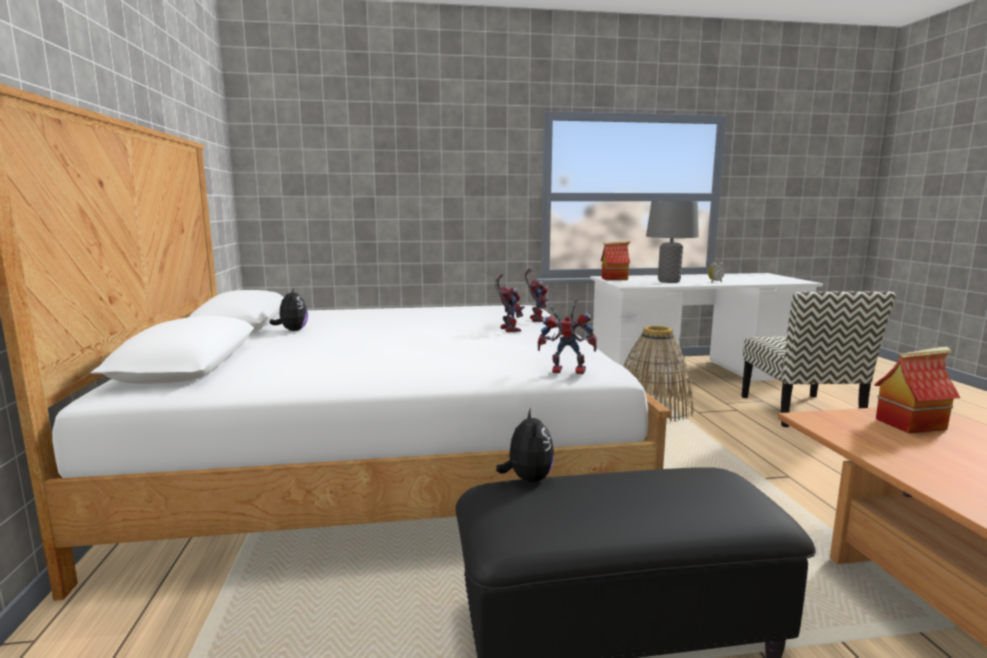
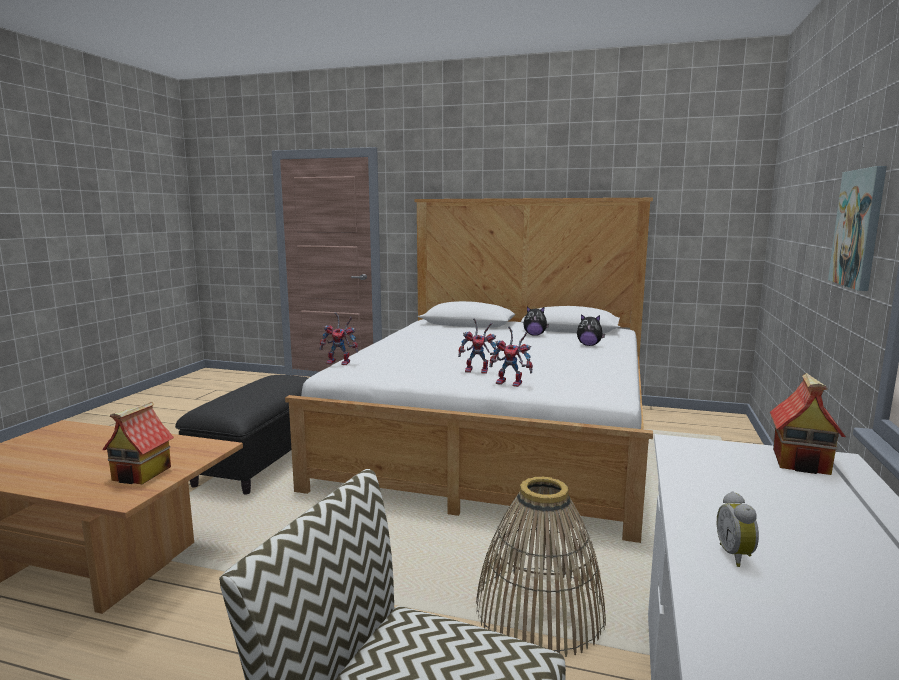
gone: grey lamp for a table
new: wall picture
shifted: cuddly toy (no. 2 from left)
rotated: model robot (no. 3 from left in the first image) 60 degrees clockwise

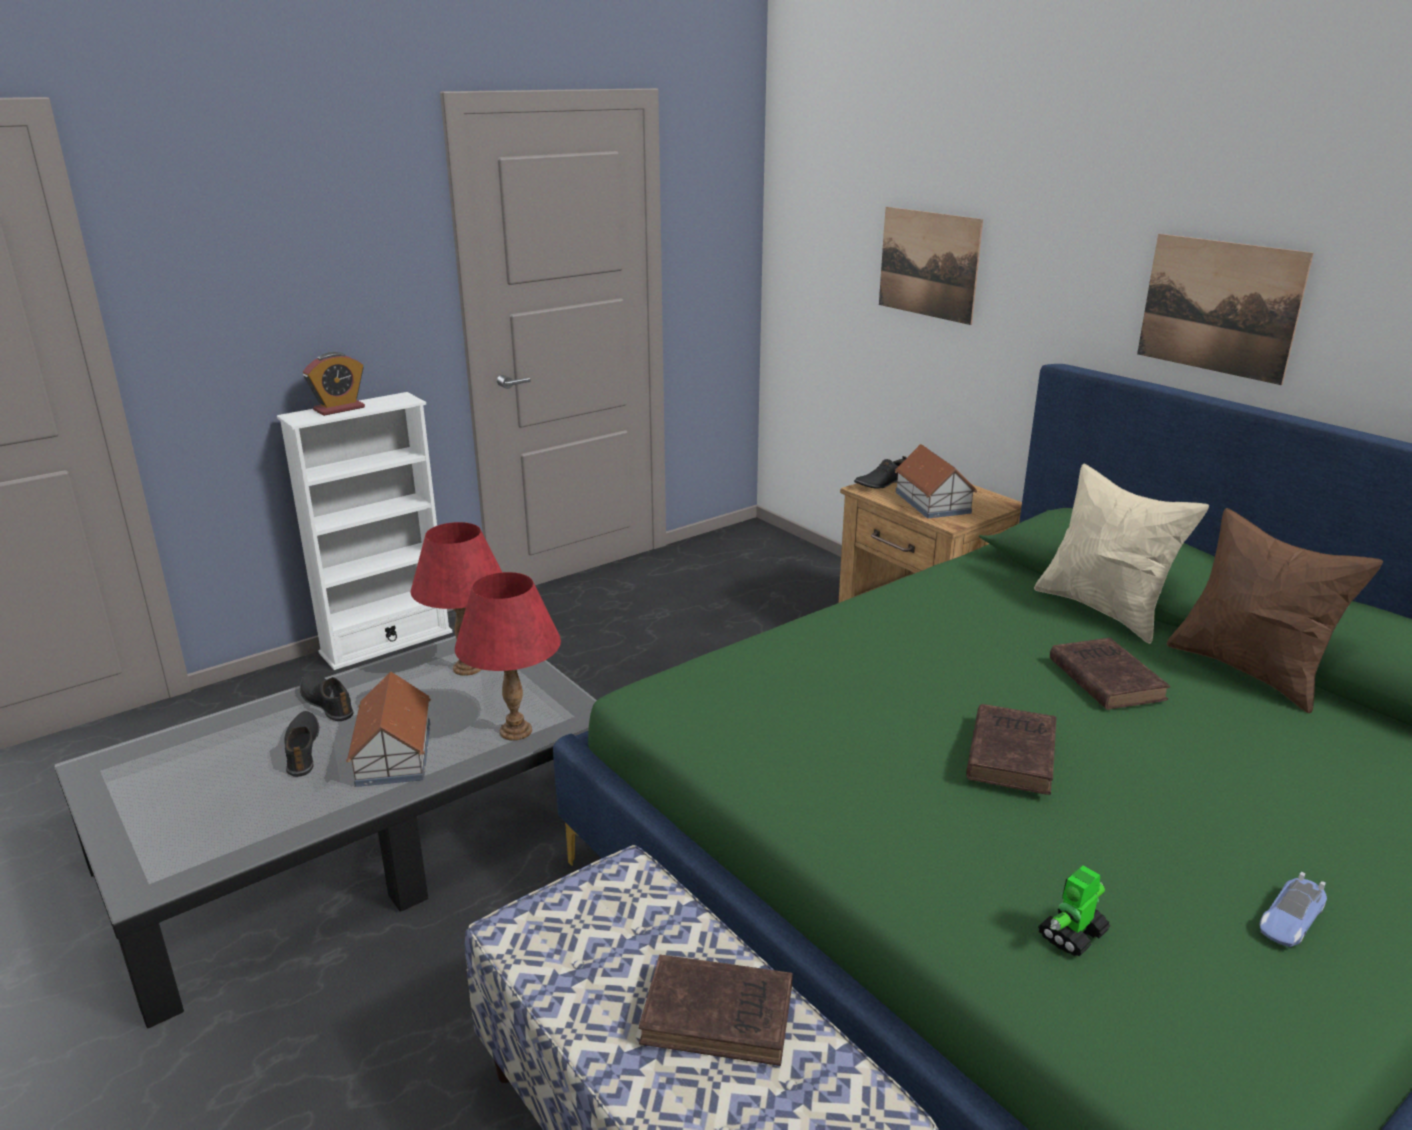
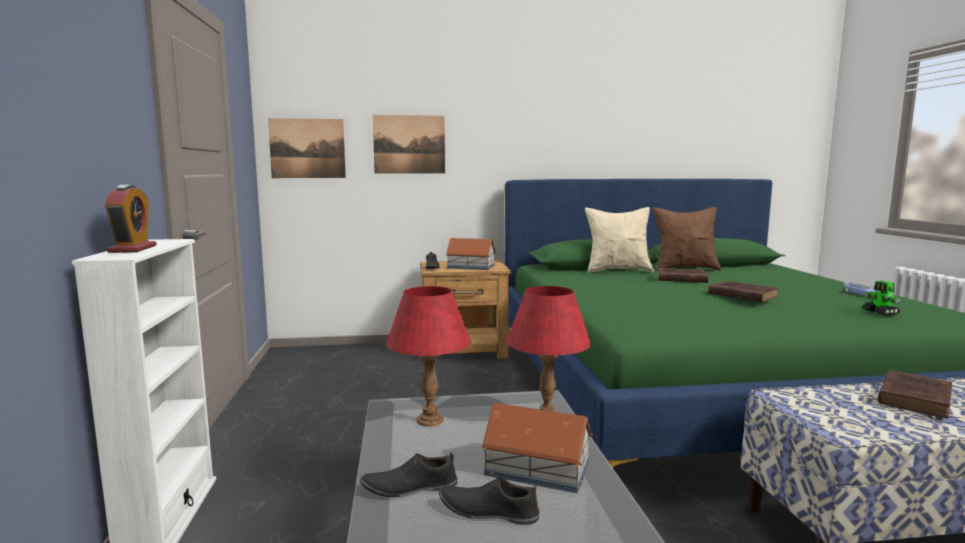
shifted: wall picture (no. 2 from left in the first image) to wall picture (no. 1 from left)

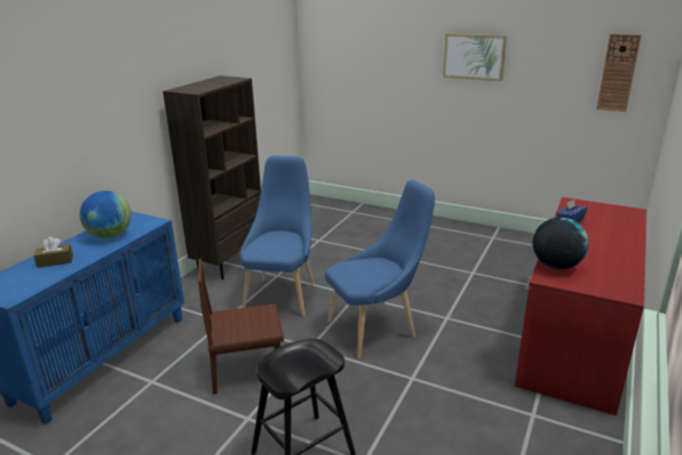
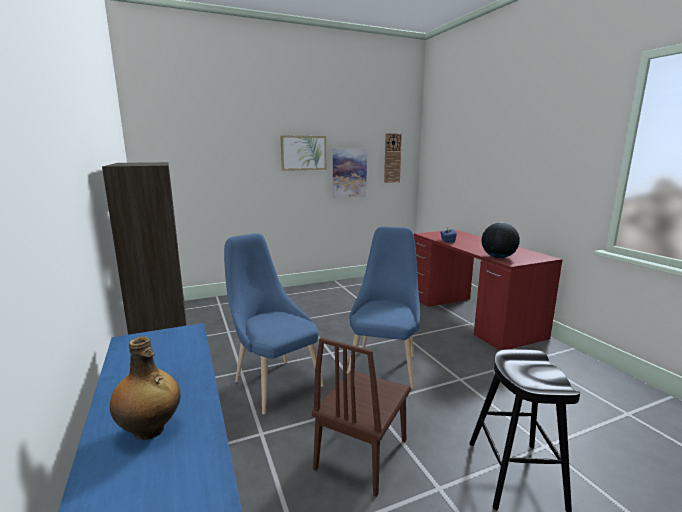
gone: globe (no. 1 from left)
new: wall picture (no. 2 from left)
swapped: brownish tissue holder to bottle

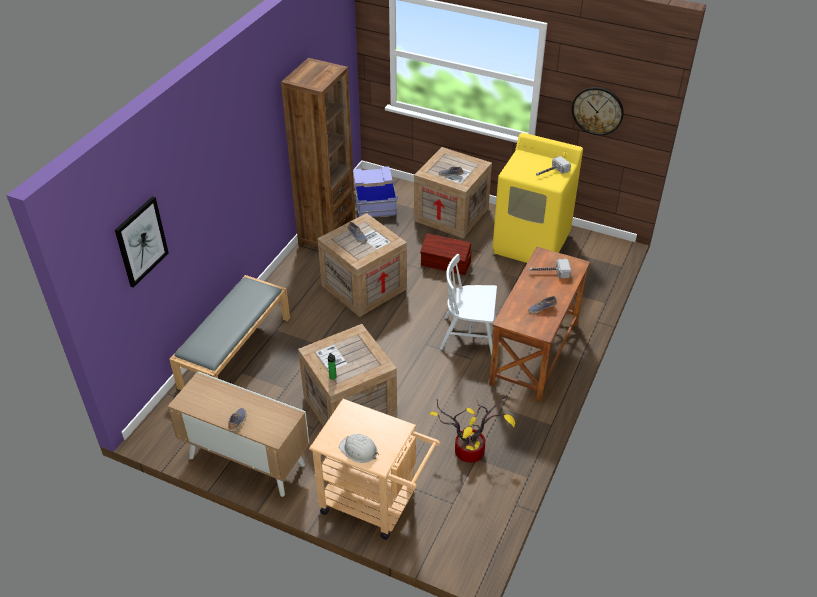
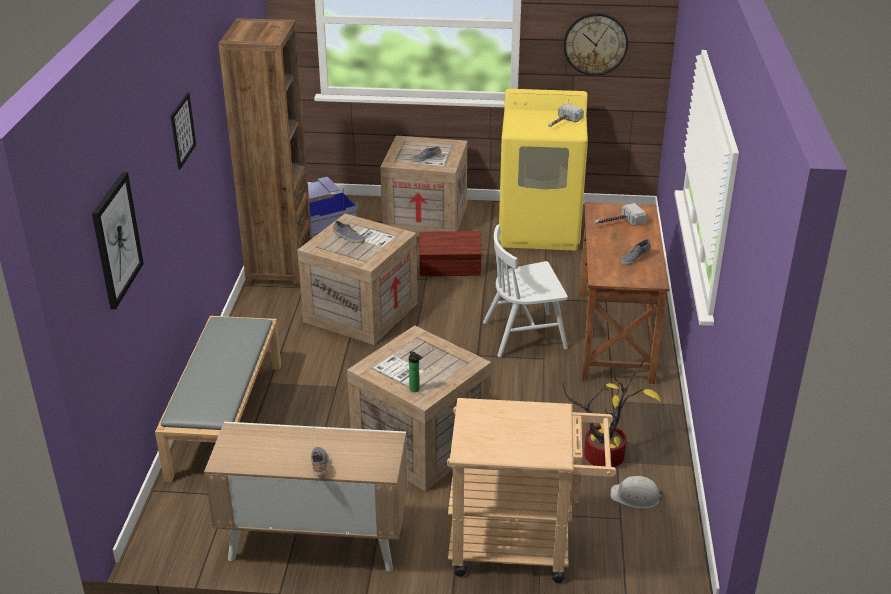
new: wall picture (no. 2 from left)
shifted: whitish safety helmet

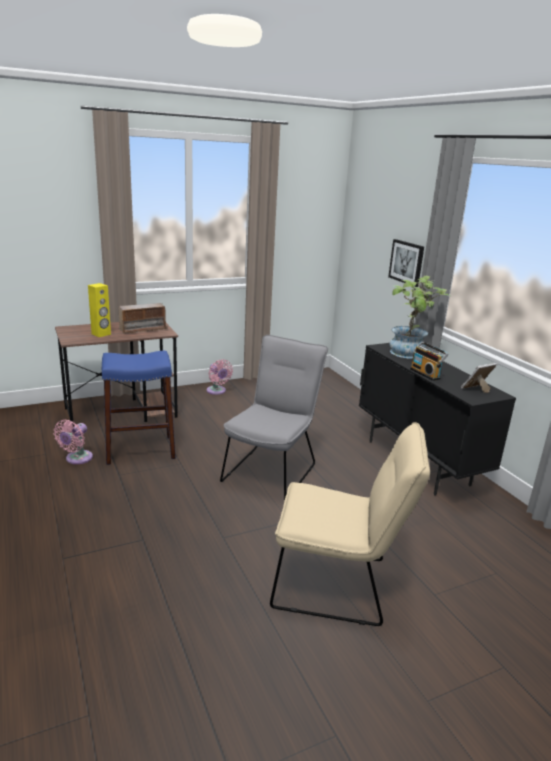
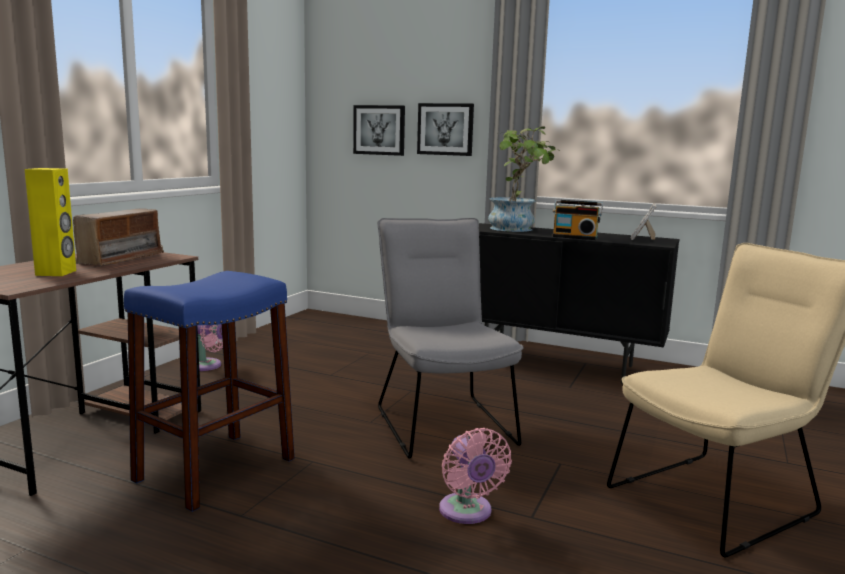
new: wall picture (no. 1 from left)
shifted: pinkish electric fan (no. 1 from left in the first image) to pinkish electric fan (no. 2 from left)

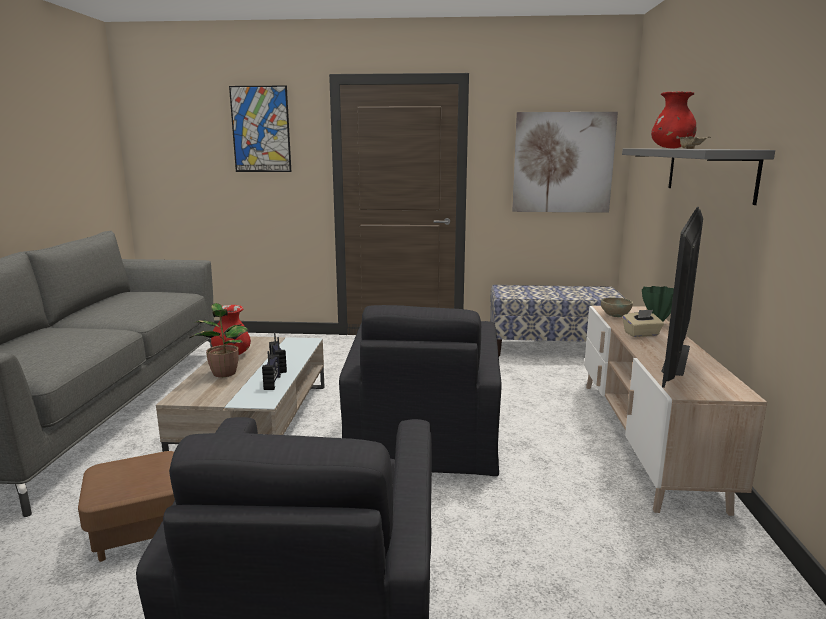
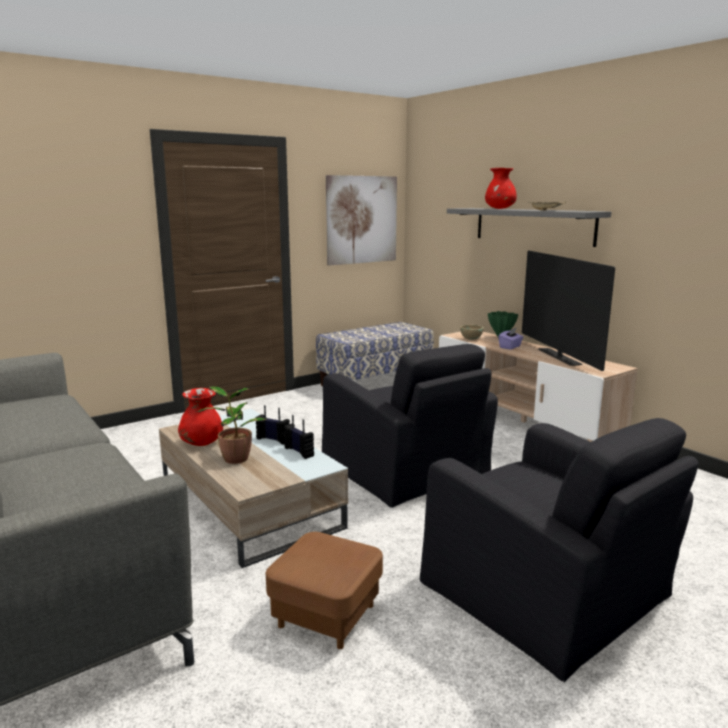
gone: wall picture (no. 1 from left)
repainted: beige tissue holder to purple-coloured tissue holder

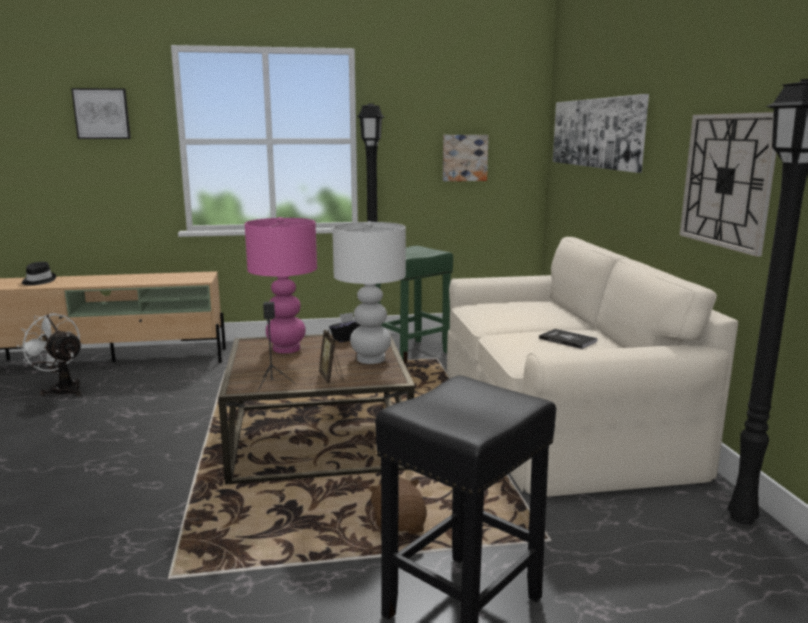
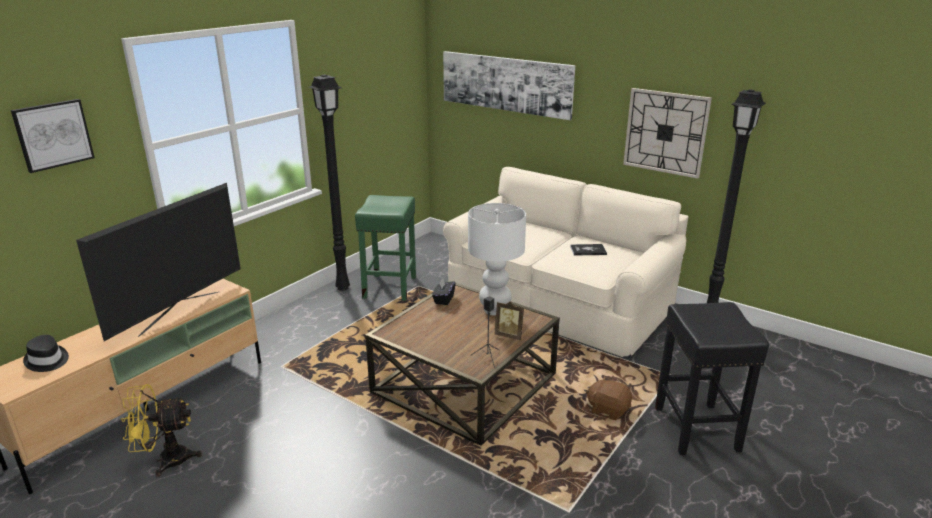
gone: wall picture (no. 2 from left); pinkish lamp for a table
new: television
repainted: whitish electric fan to yellowish electric fan

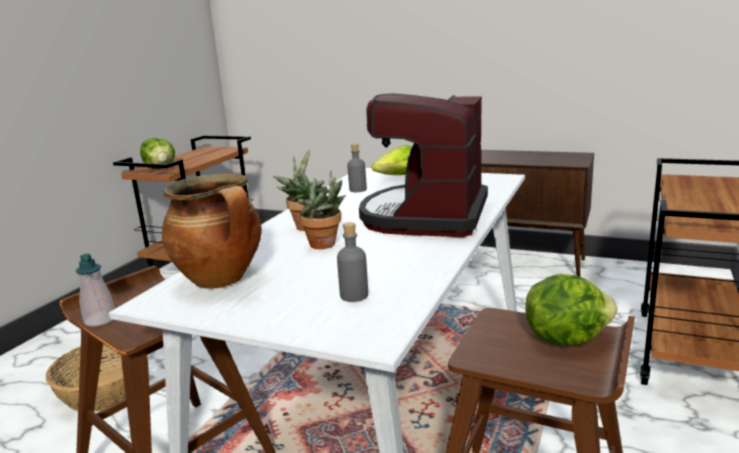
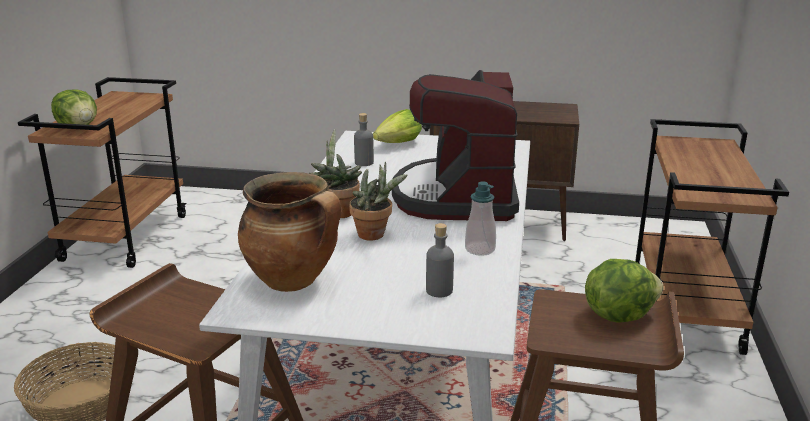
shifted: liquid soap bottle

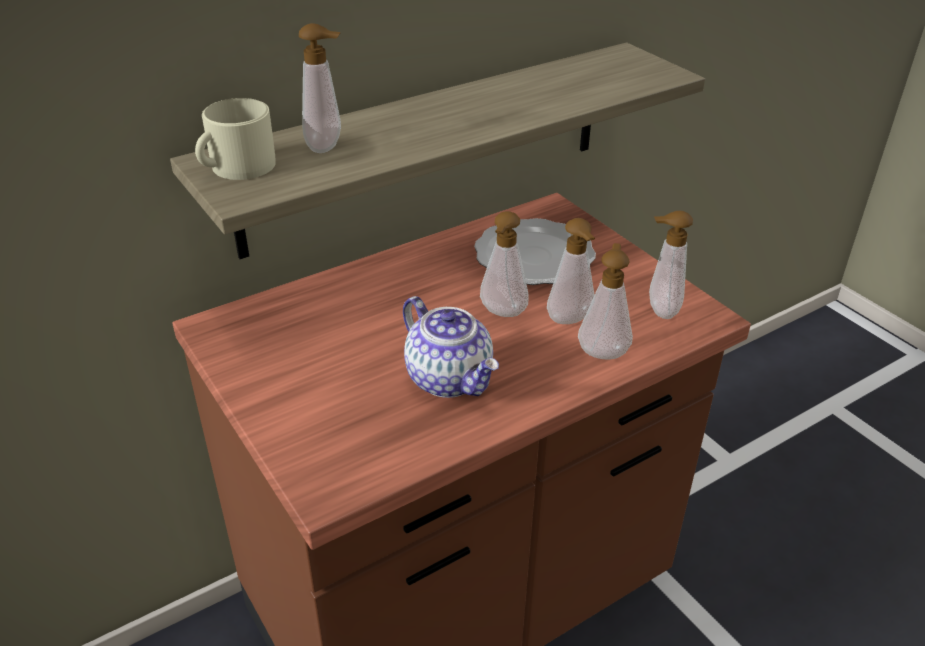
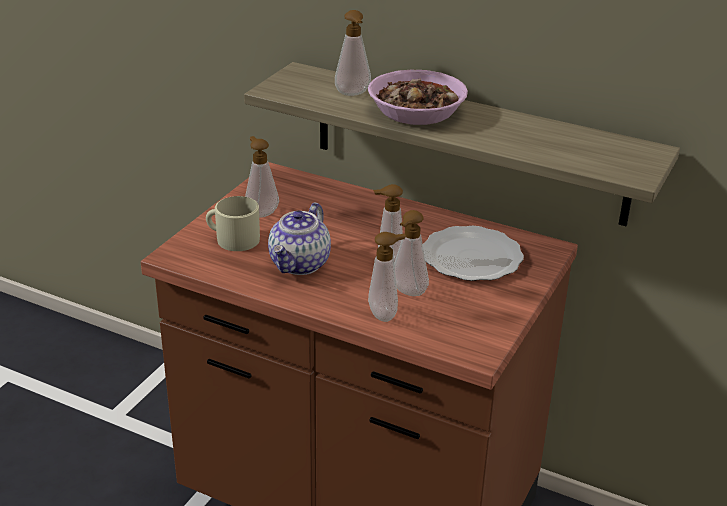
new: serving bowl
shifted: beige mug; liquid soap bottle (no. 5 from left in the first image) to liquid soap bottle (no. 1 from left)

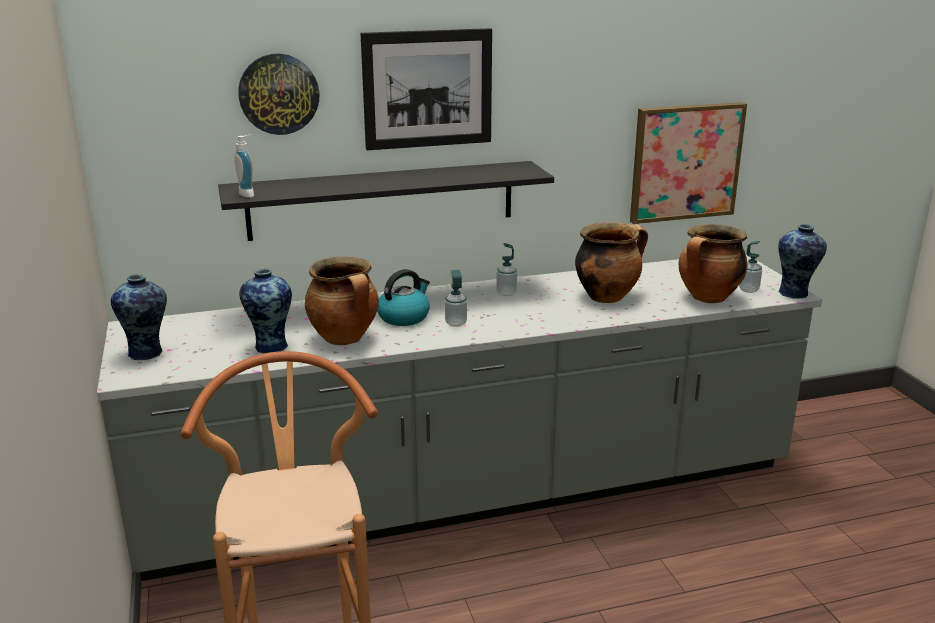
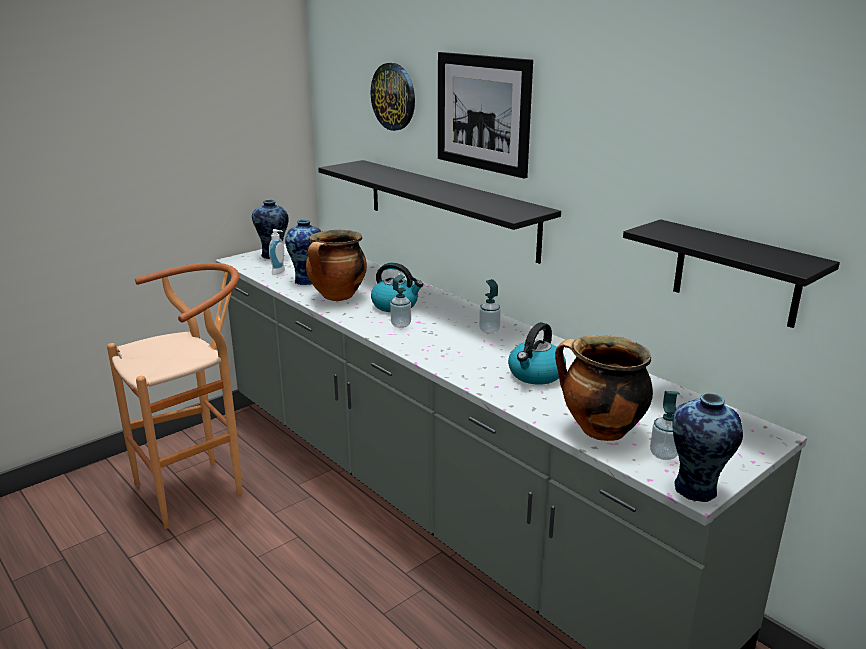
shifted: liquid soap bottle (no. 1 from left)
swapped: wall picture (no. 2 from left) to blackish bracket shelf (no. 2 from left); saucepot (no. 2 from left) to tea kettle (no. 2 from left)

